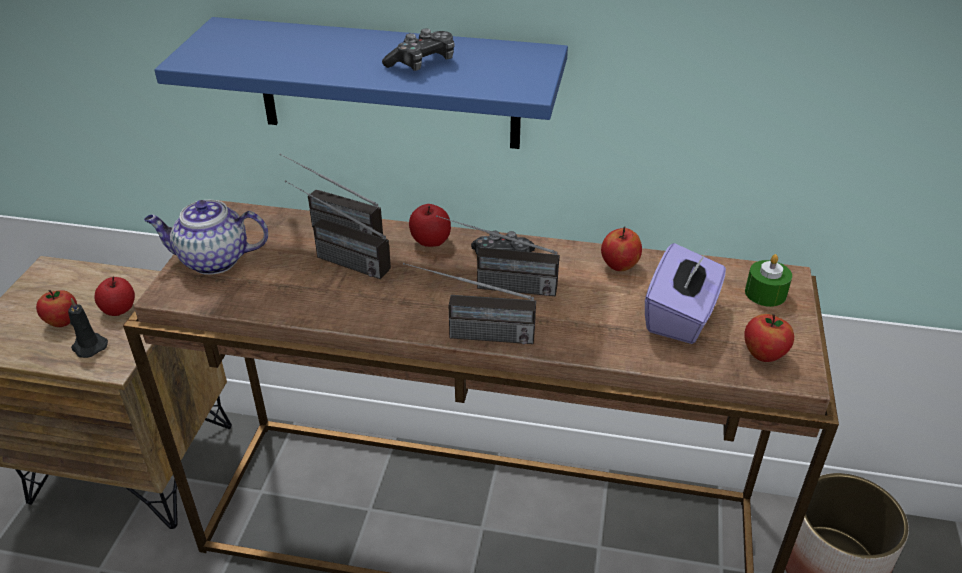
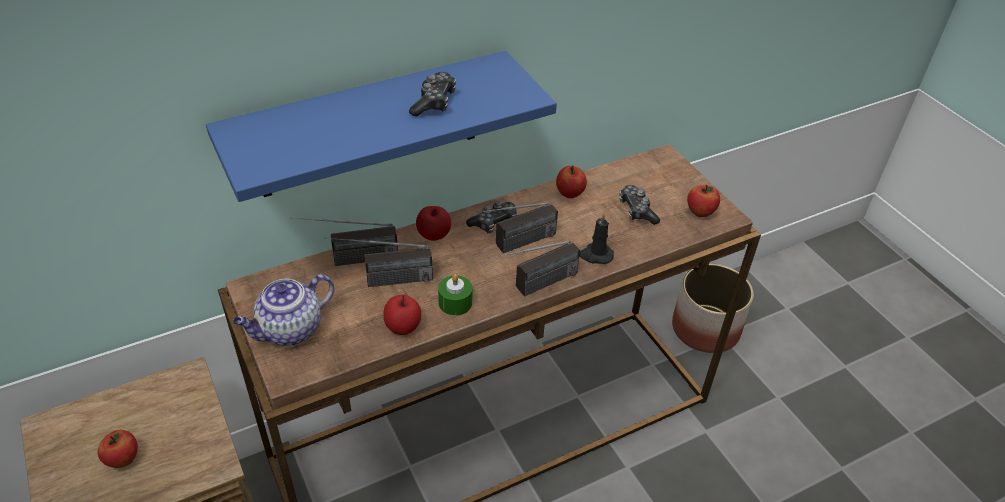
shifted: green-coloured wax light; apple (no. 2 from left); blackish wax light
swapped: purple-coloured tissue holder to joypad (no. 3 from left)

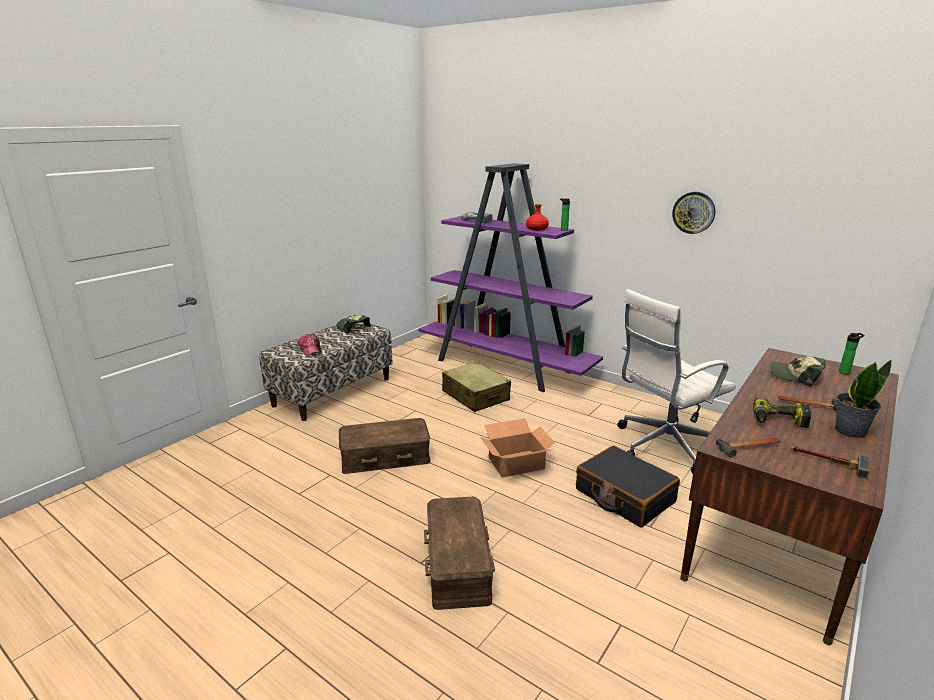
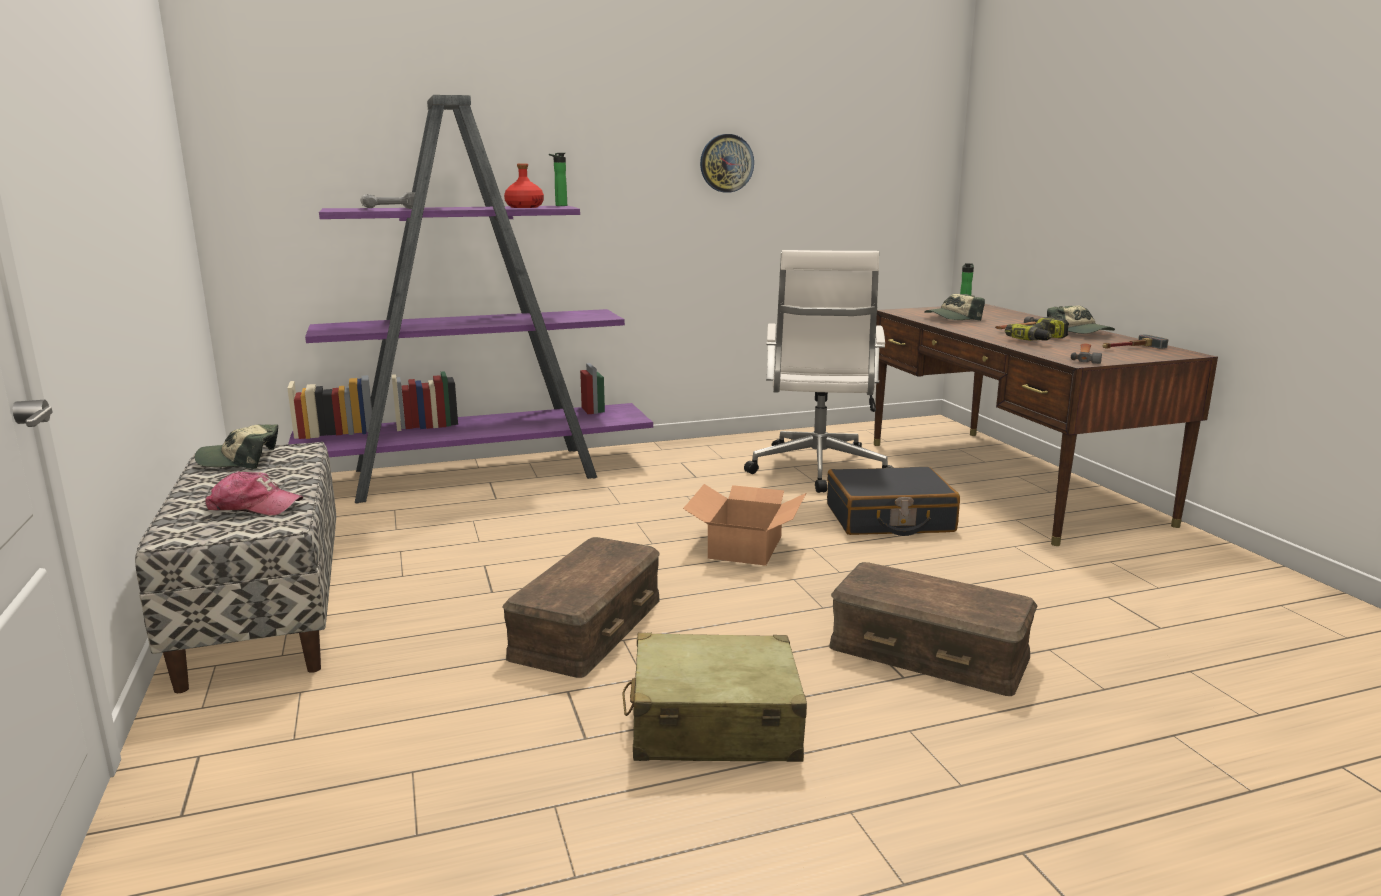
shifted: beige suitcase
swapped: potted plant to baseball cap (no. 4 from left)

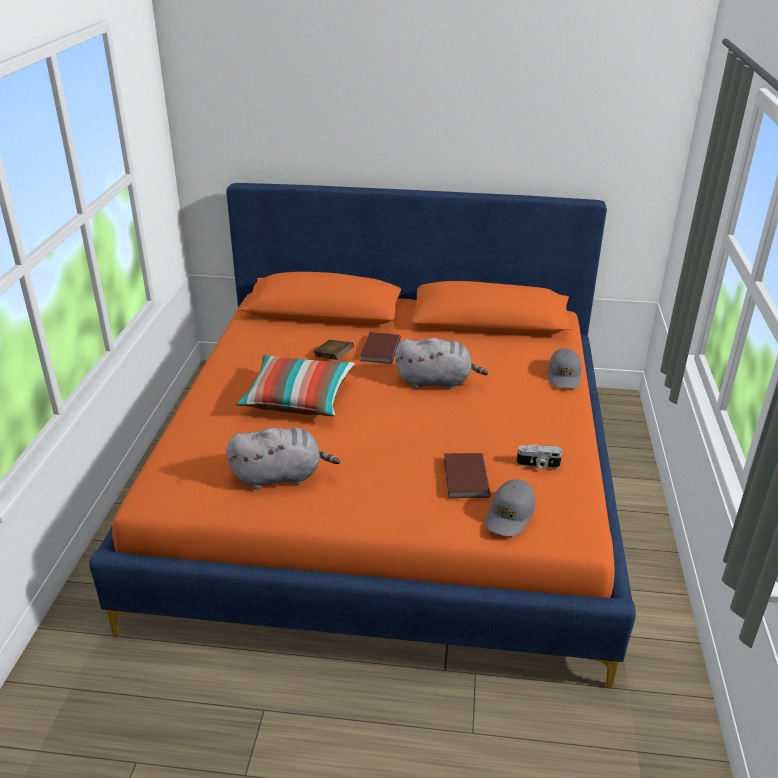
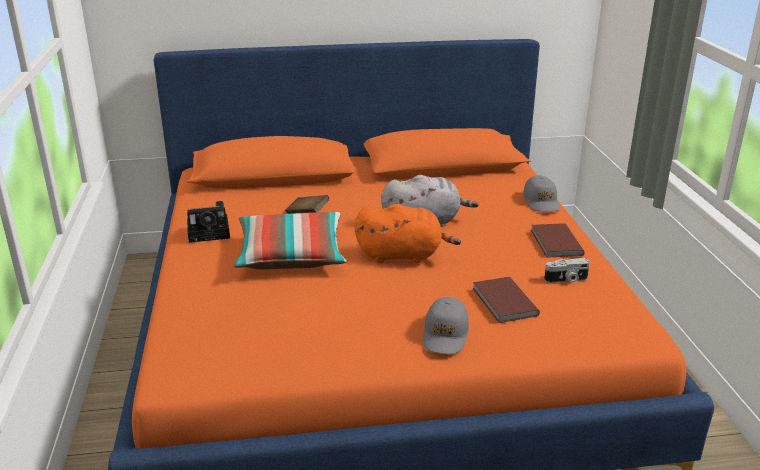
gone: grey cuddly toy (no. 1 from left)
new: photo camera (no. 1 from left); orange cuddly toy
shifted: brownish bound book (no. 2 from left in the first image) to brownish bound book (no. 3 from left); grey baseball cap (no. 1 from left)

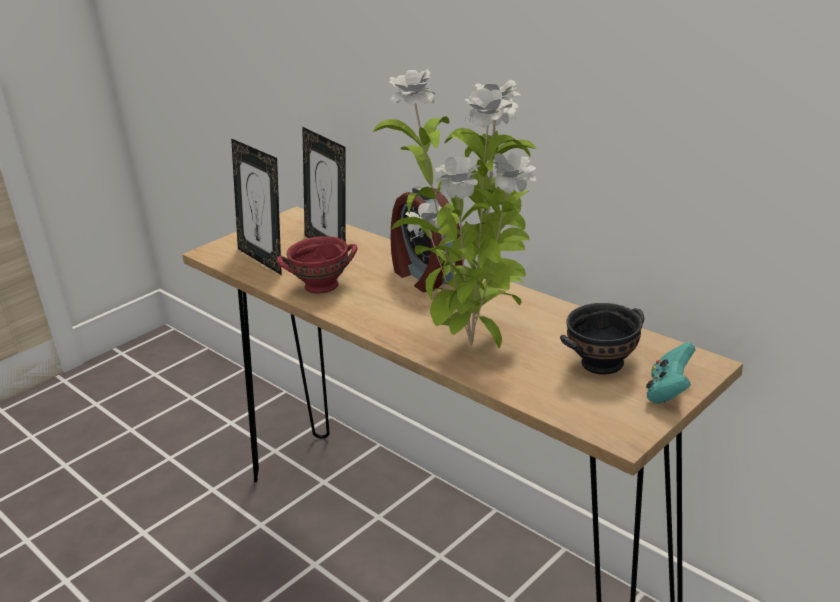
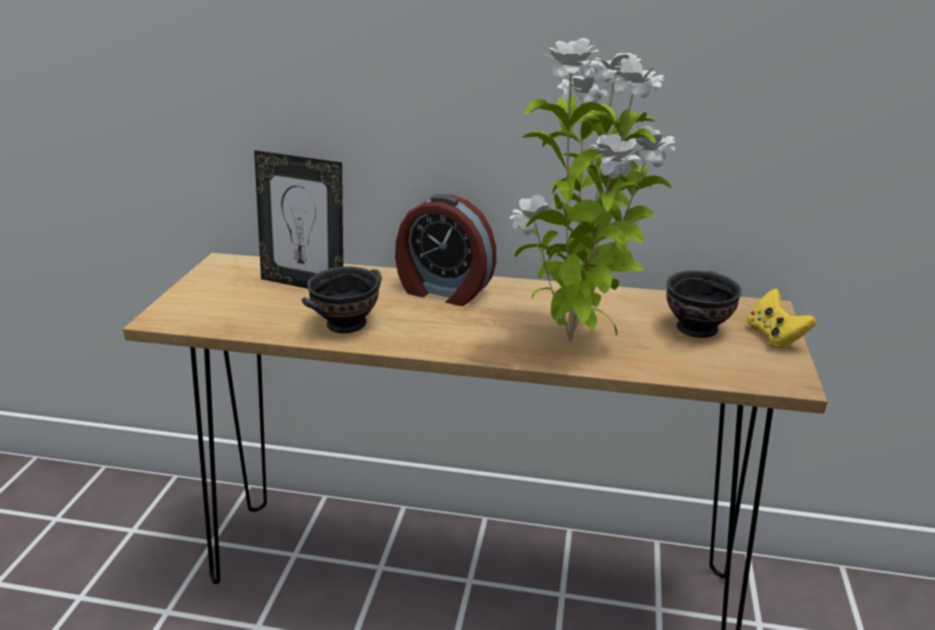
gone: photo frame (no. 1 from left)
repainted: red serving bowl to blackish serving bowl (no. 1 from left); turquoise-coloured joypad to yellowish joypad

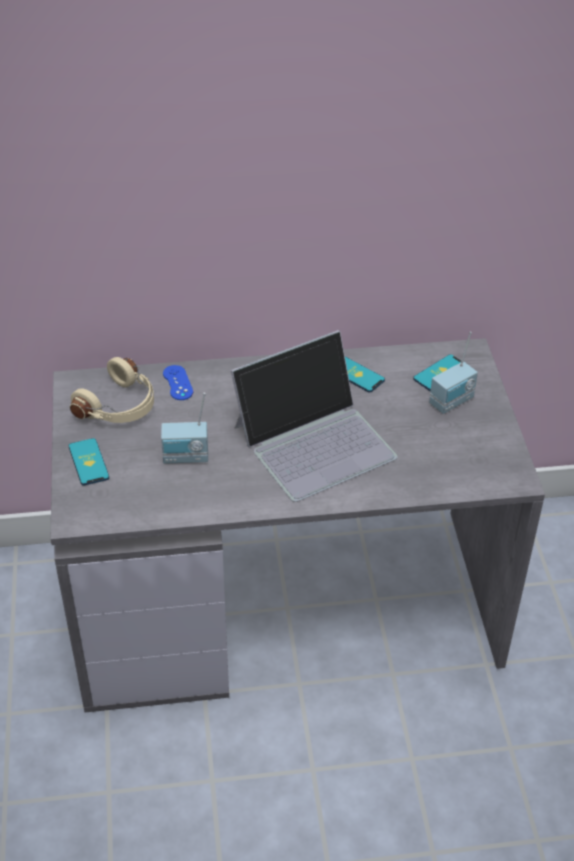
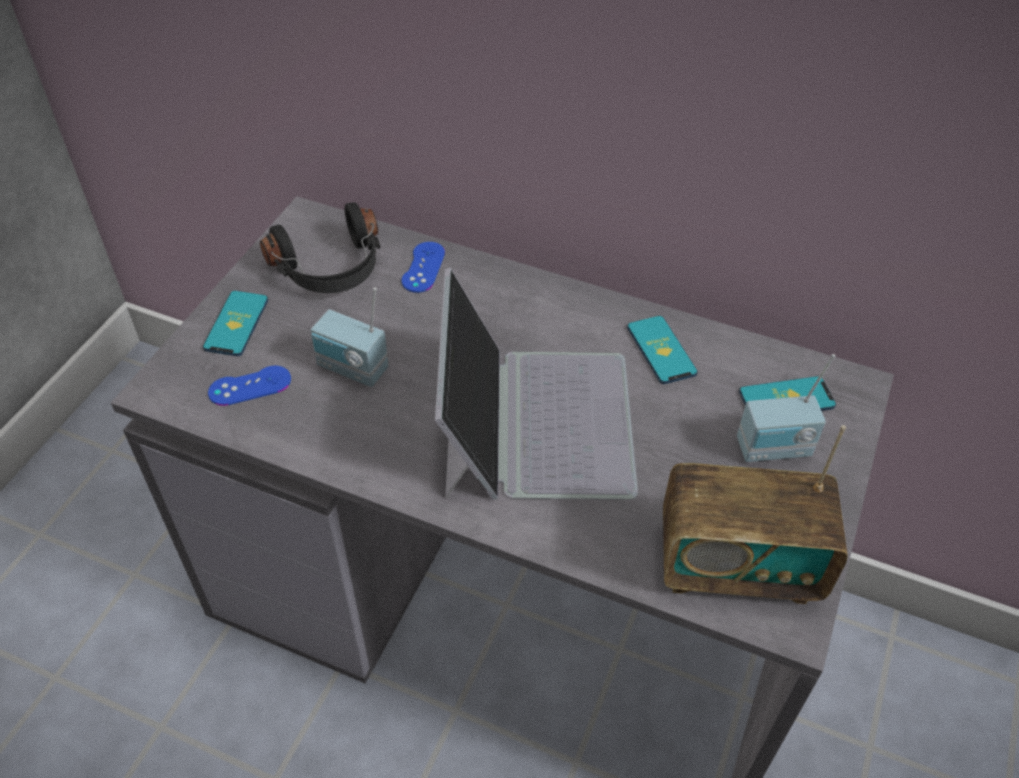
new: blue joypad (no. 1 from left); radio receiver (no. 2 from left)
repainted: beige pair of headphones to blackish pair of headphones
rotated: portable computer 90 degrees counterclockwise

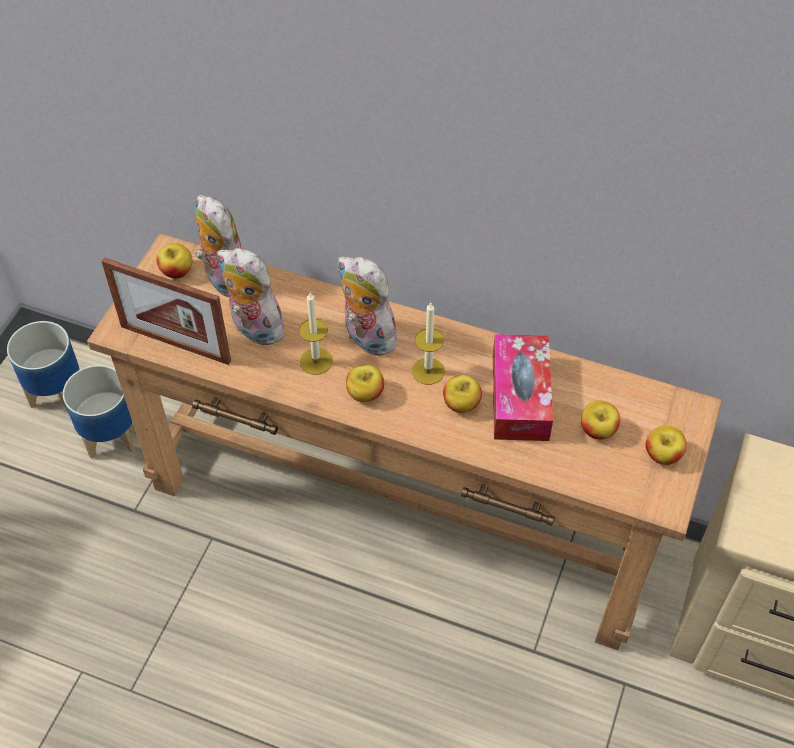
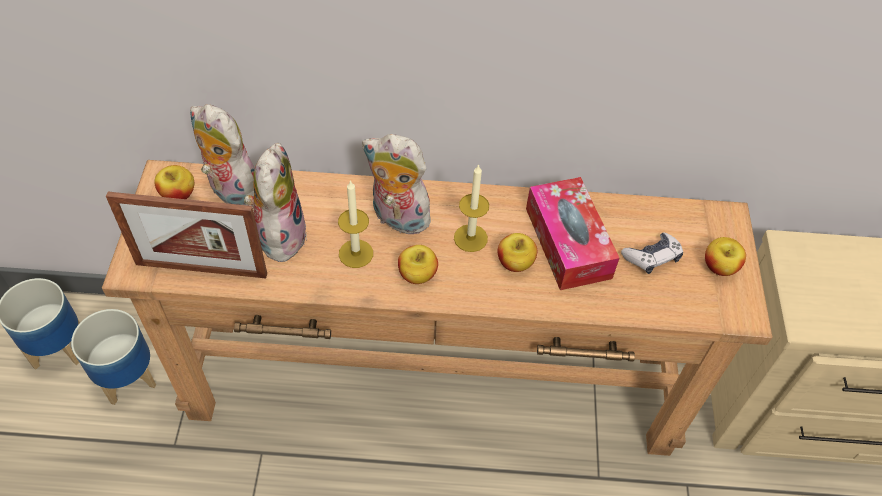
swapped: apple (no. 4 from left) to joypad
rotated: cuddly toy (no. 2 from left) 75 degrees clockwise

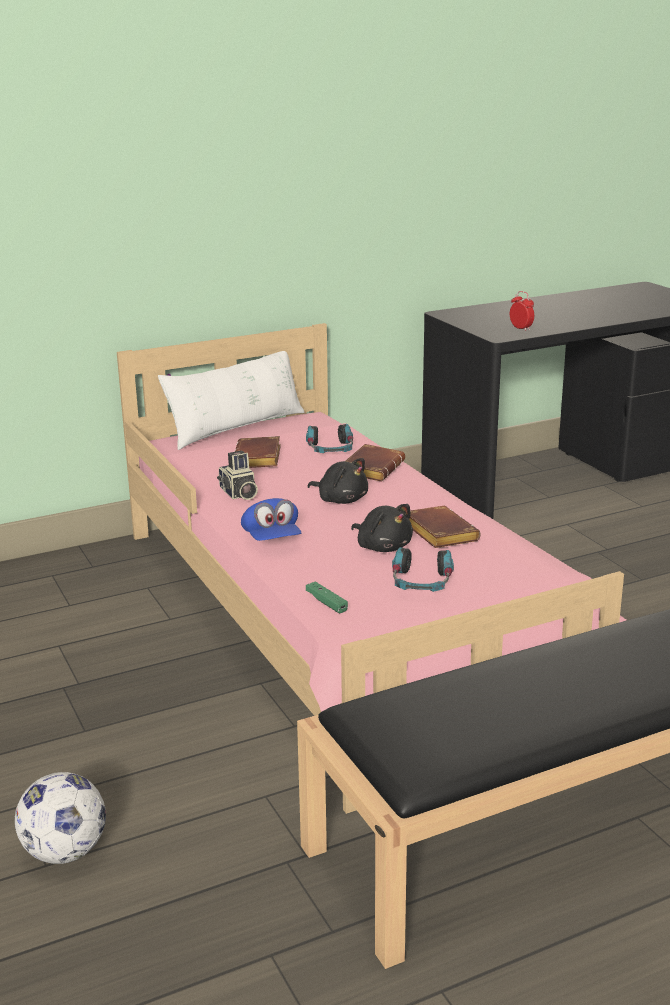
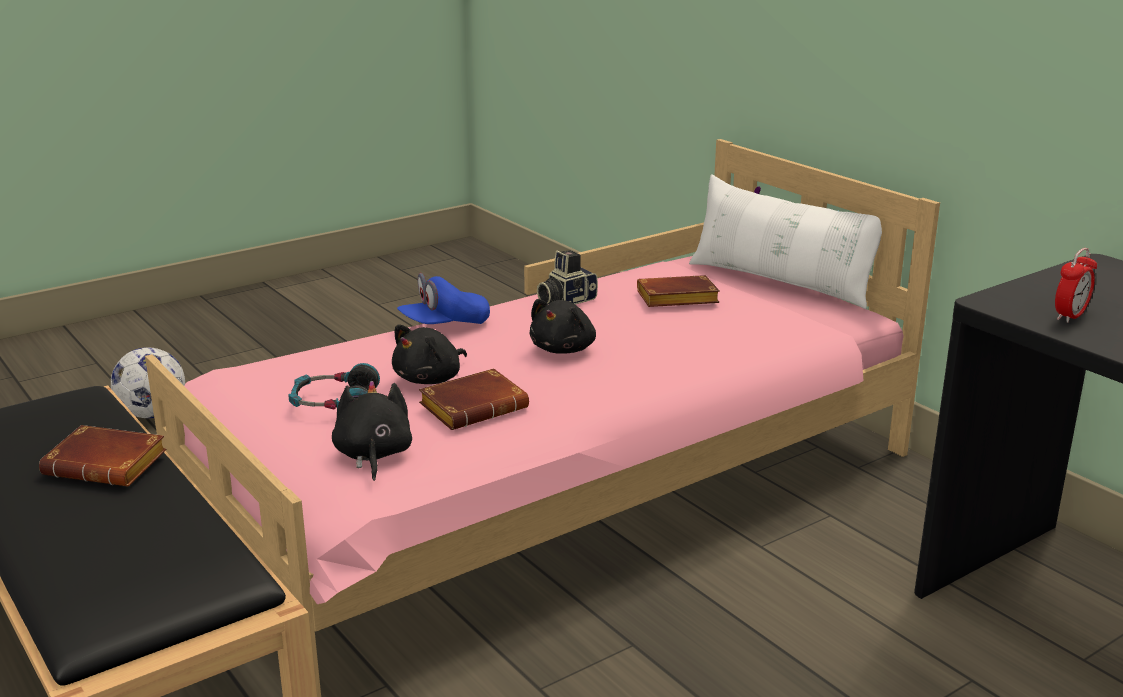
gone: pair of headphones (no. 1 from left); green-coloured joypad
new: blackish cuddly toy (no. 1 from left)
shifted: brownish bound book (no. 2 from left in the first image) to brownish bound book (no. 1 from left)

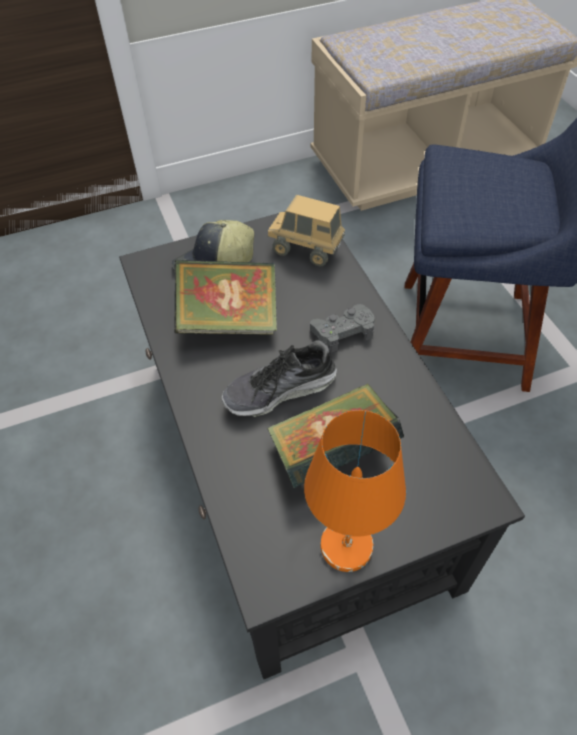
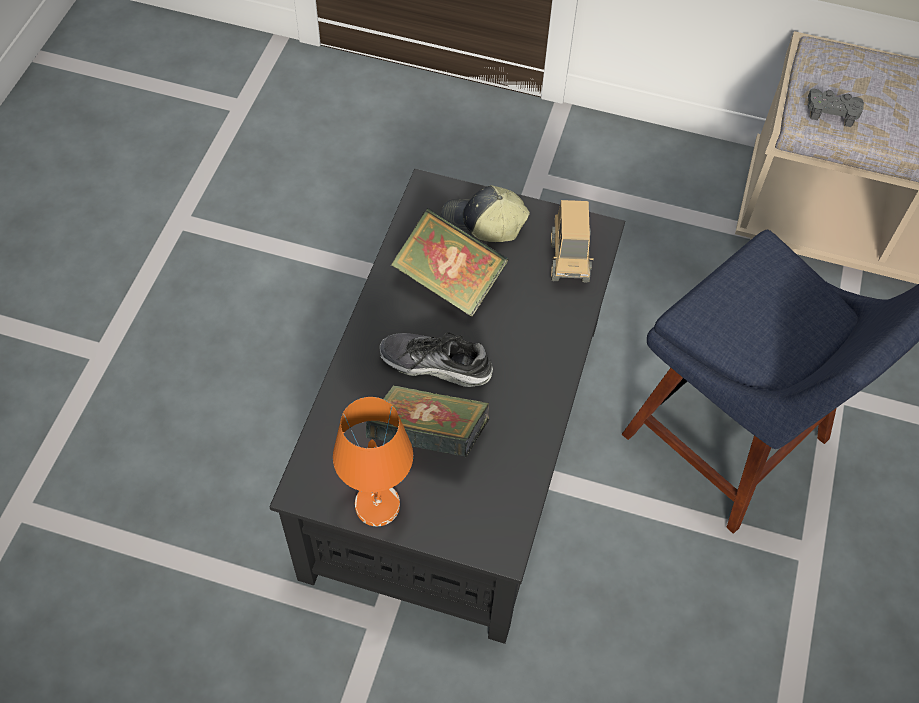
shifted: grey joypad
rotated: toy lorry 150 degrees counterclockwise

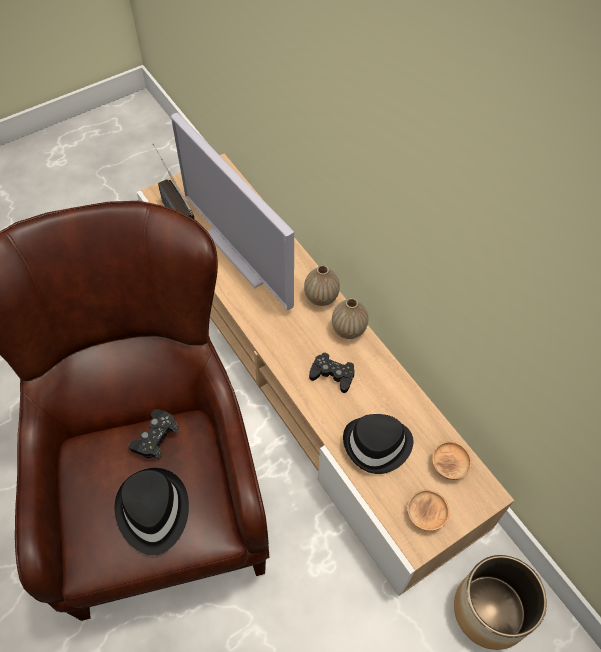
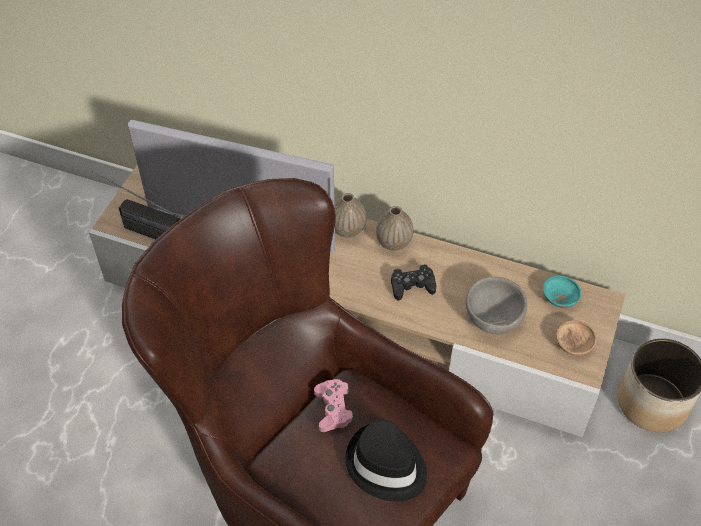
swapped: blackish hat (no. 2 from left) to grey serving bowl
repainted: blackish joypad (no. 1 from left) to pinkish joypad; brownish serving bowl (no. 2 from left) to turquoise-coloured serving bowl

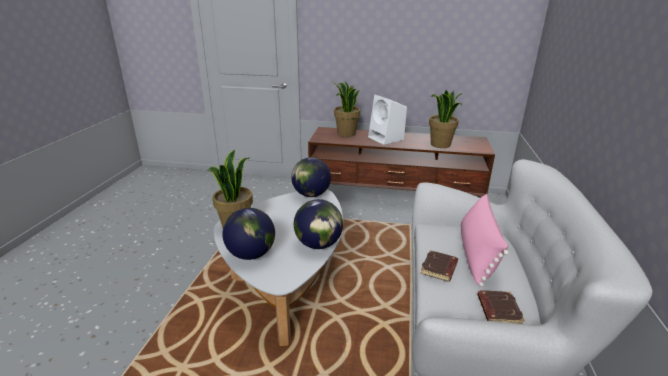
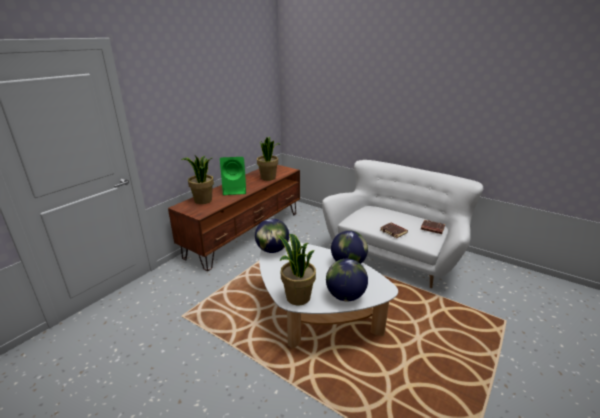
gone: pinkish pillow
repainted: whitish speaker to green-coloured speaker

